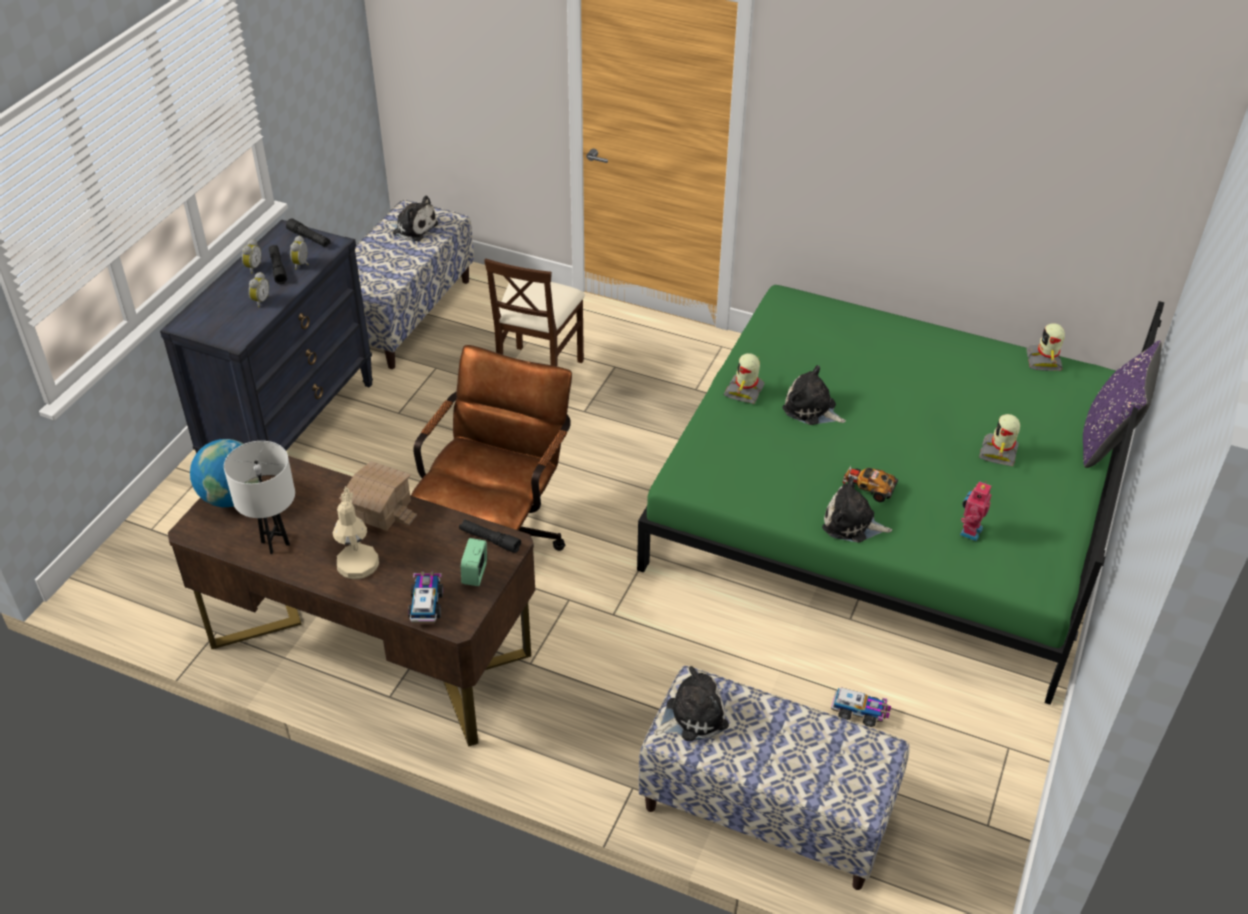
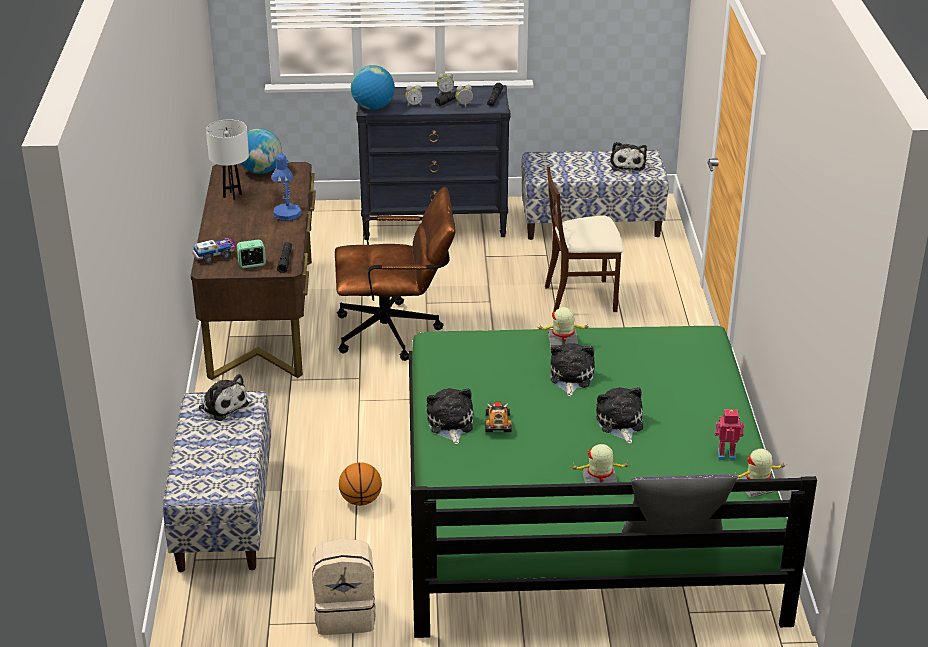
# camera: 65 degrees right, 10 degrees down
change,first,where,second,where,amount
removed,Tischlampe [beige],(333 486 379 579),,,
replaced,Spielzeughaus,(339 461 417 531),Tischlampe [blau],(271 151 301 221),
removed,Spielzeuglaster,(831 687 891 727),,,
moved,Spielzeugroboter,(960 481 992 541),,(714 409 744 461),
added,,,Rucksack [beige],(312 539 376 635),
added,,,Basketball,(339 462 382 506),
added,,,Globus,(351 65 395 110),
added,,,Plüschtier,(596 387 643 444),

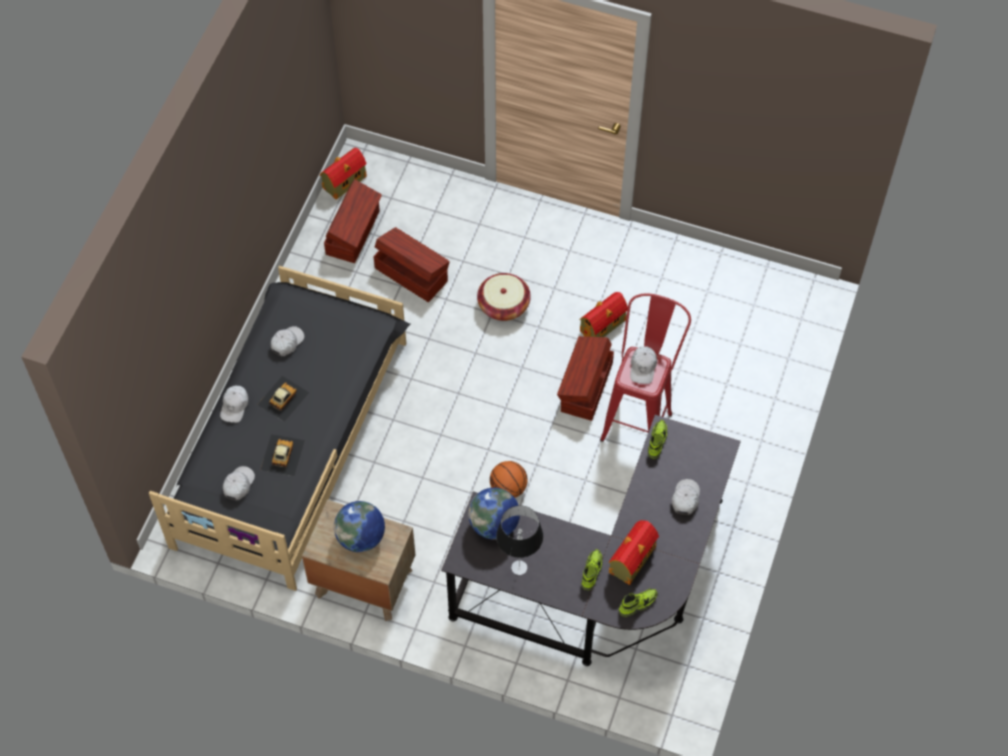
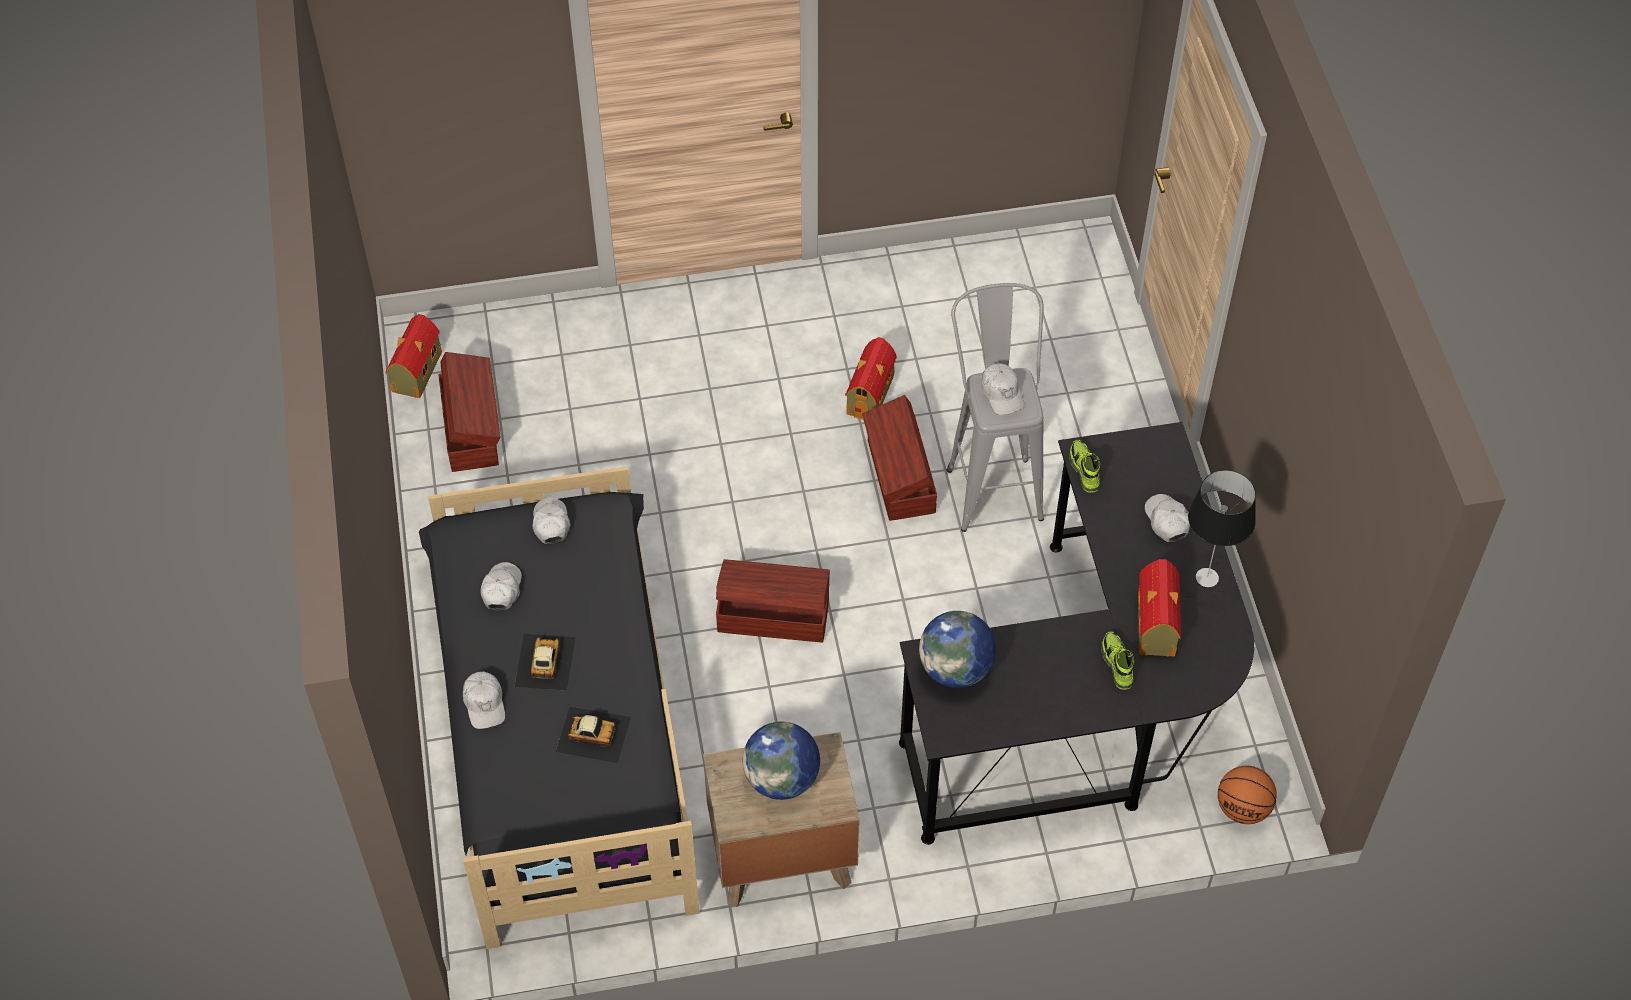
# camera: 30 degrees left, 5 degrees down
change,first,where,second,where,amount
moved,Kappe [weiß],(223 466 255 500),,(532 497 570 544),
turned,Spielzeugauto,(260 434 305 476),,(556 706 631 763),120 degrees clockwise
moved,Aufbewahrungsbox [braun],(373 227 450 302),,(716 559 830 643),
removed,Korb,(477 273 531 321),,,
moved,Basketball,(490 461 528 498),,(1218 765 1277 824),
moved,Tischlampe,(496 505 543 575),,(1188 470 1256 587),
recoloured,Hocker [rot],(600 293 691 442),Hocker [grau],(947 283 1044 532),
removed,Schuh,(619 589 658 617),,,

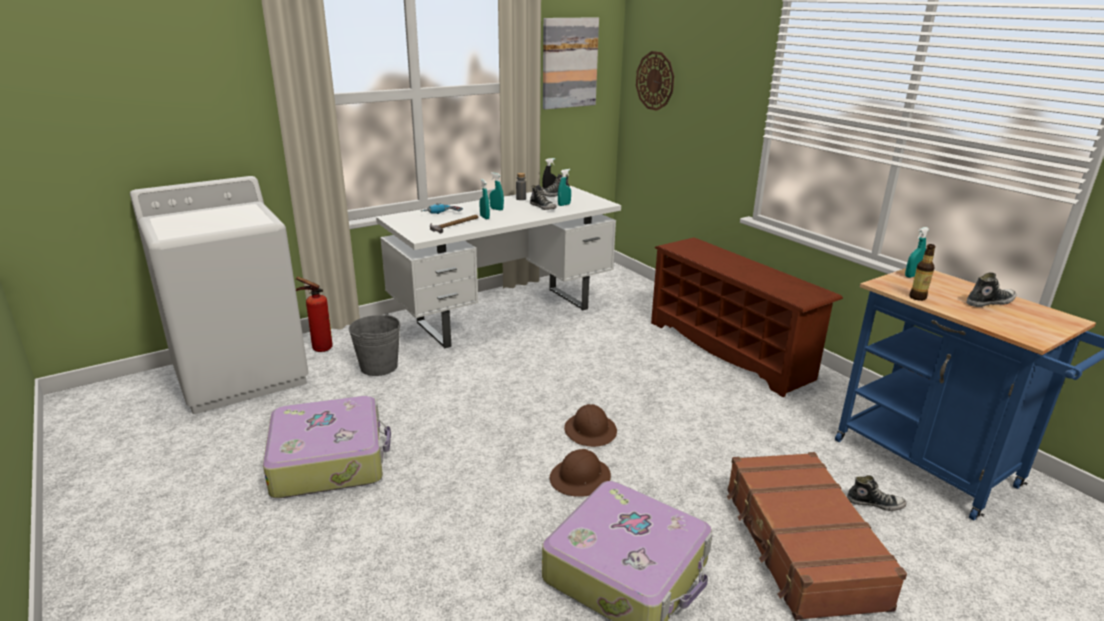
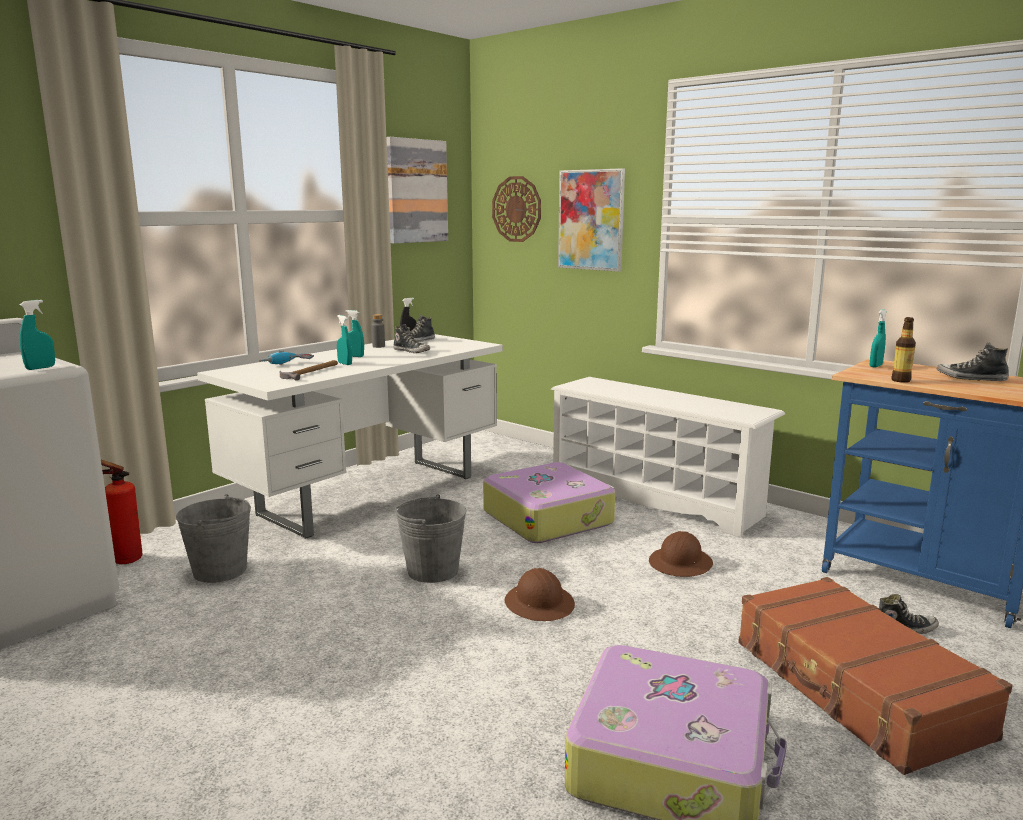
# camera: 15 degrees left, 10 degrees down
change,first,where,second,where,amount
moved,Koffer,(263 396 391 498),,(483 462 615 543),
moved,Schutzhelm [braun],(550 449 611 497),,(649 531 713 577),
moved,Sprühflasche [türkis],(558 169 571 206),,(20 300 55 370),
recoloured,Schuhregal [braun],(651 237 843 397),Schuhregal [weiß],(551 377 785 538),
turned,Schuh,(967 272 1016 307),,(937 342 1009 381),120 degrees counterclockwise
added,,,Eimer [grau],(395 494 467 583),
added,,,Bild,(558 168 625 272),

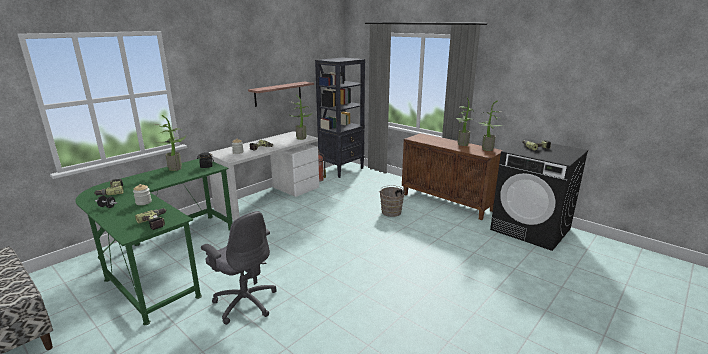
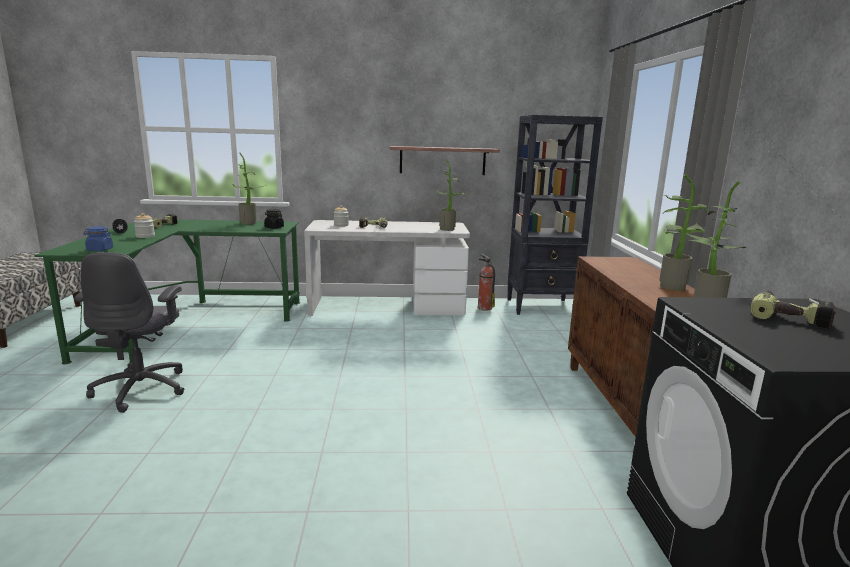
# camera: 45 degrees right, 5 degrees down
change,first,where,second,where,amount
replaced,Bohrmaschine,(135 208 166 230),Vorratsglas [blau],(84 226 113 251),
removed,Eimer [braun],(380 185 406 217),,,

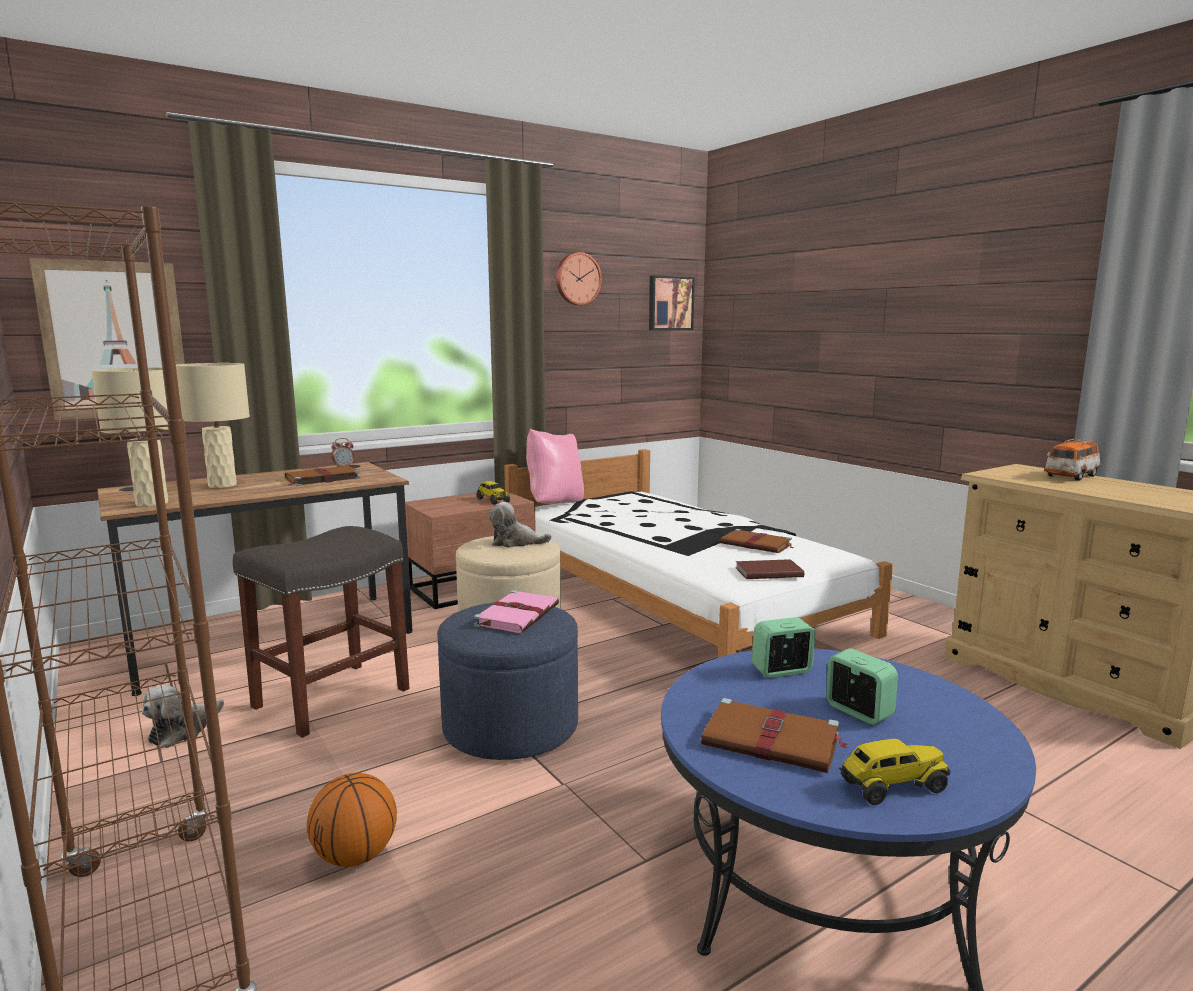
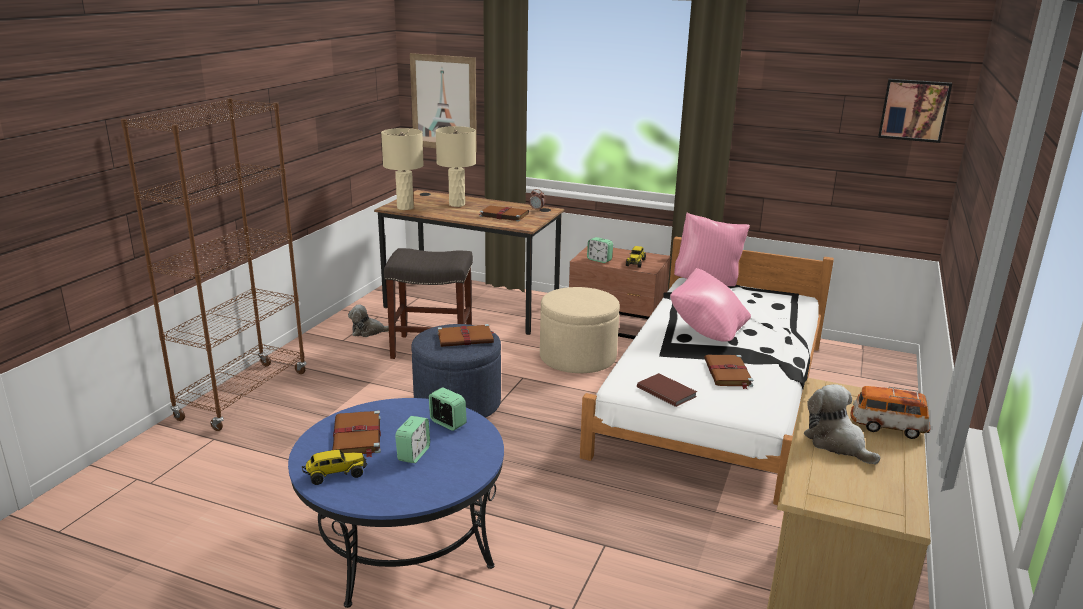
# camera: 55 degrees right, 10 degrees up
change,first,where,second,where,amount
removed,Basketball,(307 772 397 867),,,
recoloured,Buch [rosa],(474 590 559 633),Buch [braun],(437 324 494 347),
moved,Plüschtier,(488 502 551 548),,(804 384 880 465),
removed,Wanduhr,(556 252 602 305),,,
turned,Spielzeuglaster,(839 738 950 805),,(302 450 367 485),60 degrees counterclockwise
added,,,Wecker,(587 237 613 263),
added,,,Kissen [rosa],(670 268 751 342),

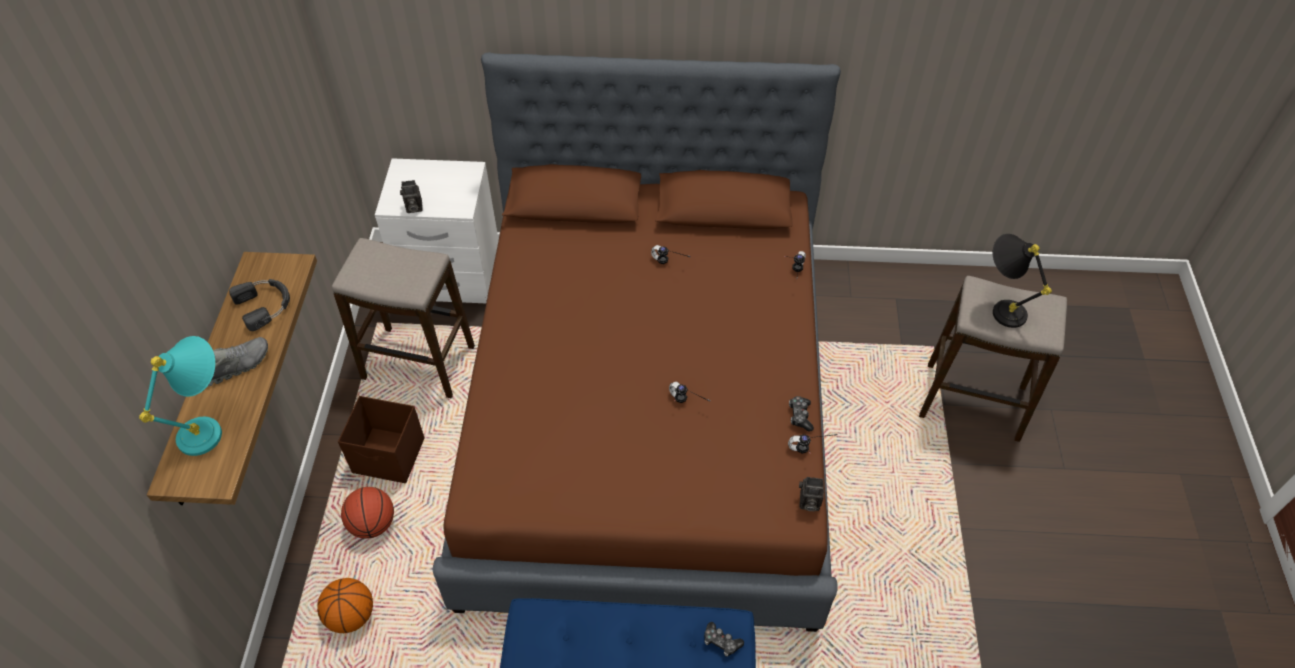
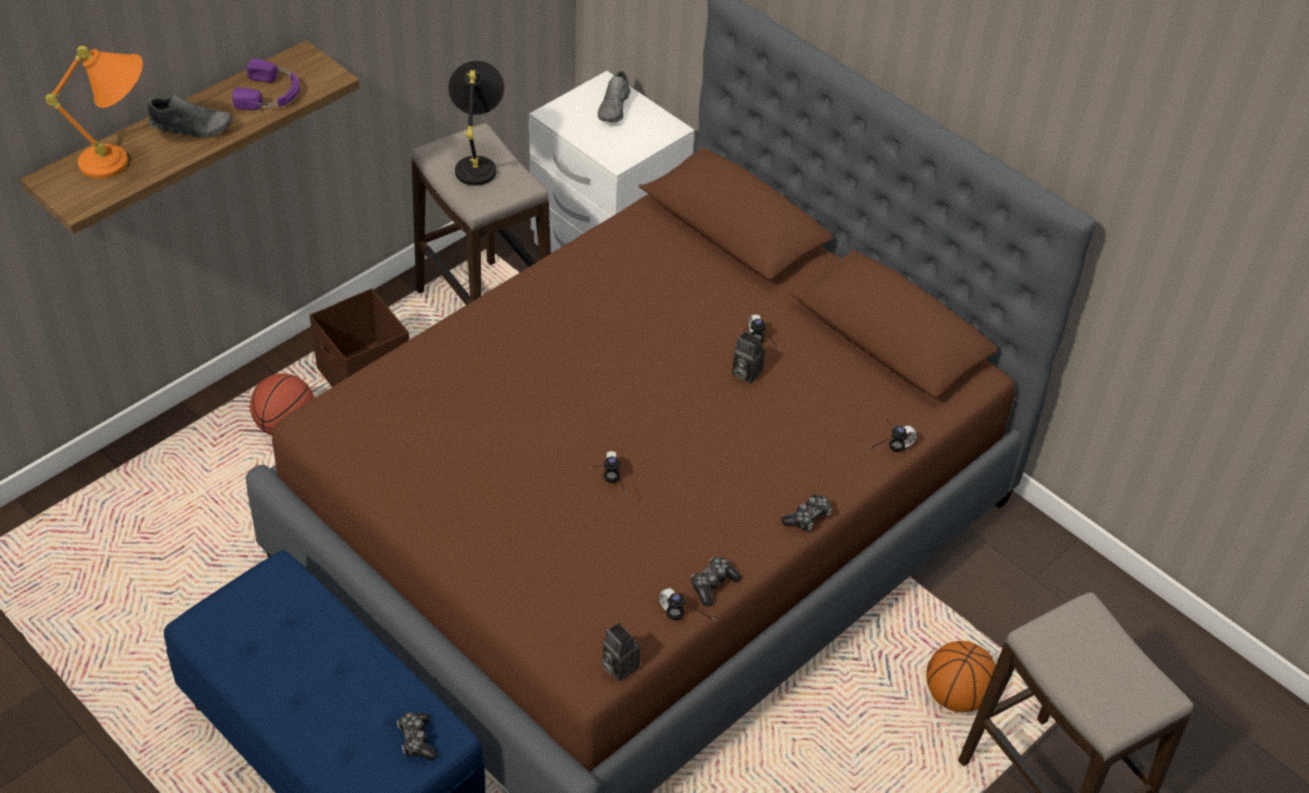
# camera: 40 degrees right, 5 degrees down
change,first,where,second,where,amount
recoloured,Tischlampe [türkis],(139 336 222 456),Tischlampe [orange],(46 46 143 178),
recoloured,Kopfhörer [schwarz],(229 279 290 331),Kopfhörer [lila],(232 59 300 110),
moved,Basketball,(317 578 373 633),,(926 641 995 712),
moved,Kamera,(400 180 423 213),,(732 331 765 384),
moved,Tischlampe [schwarz],(993 234 1052 328),,(448 61 504 186),
added,,,Schuh [grau],(598 69 630 122),
added,,,Gamepad,(781 495 832 532),

